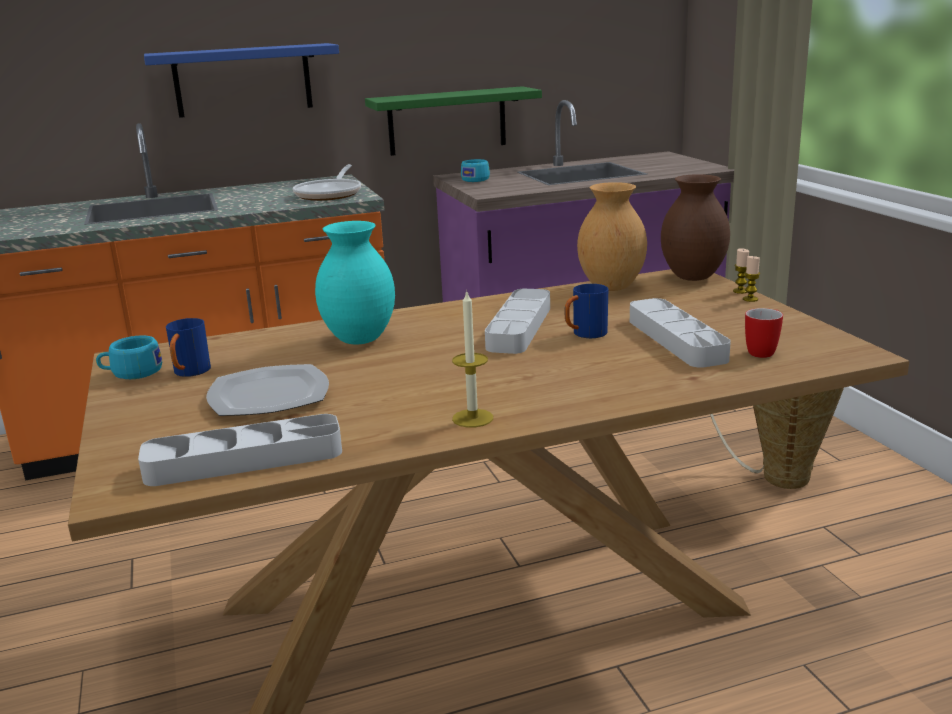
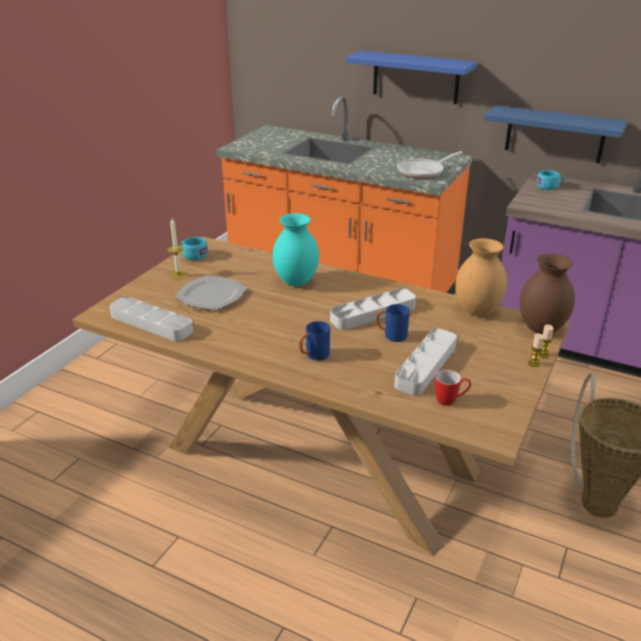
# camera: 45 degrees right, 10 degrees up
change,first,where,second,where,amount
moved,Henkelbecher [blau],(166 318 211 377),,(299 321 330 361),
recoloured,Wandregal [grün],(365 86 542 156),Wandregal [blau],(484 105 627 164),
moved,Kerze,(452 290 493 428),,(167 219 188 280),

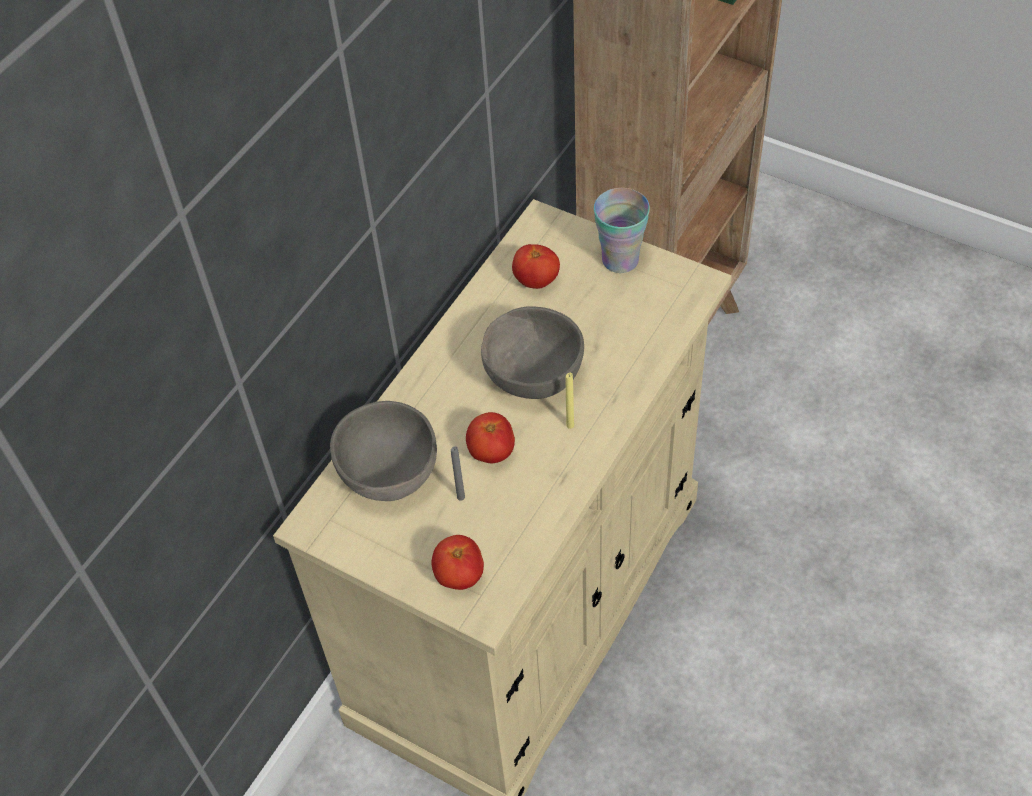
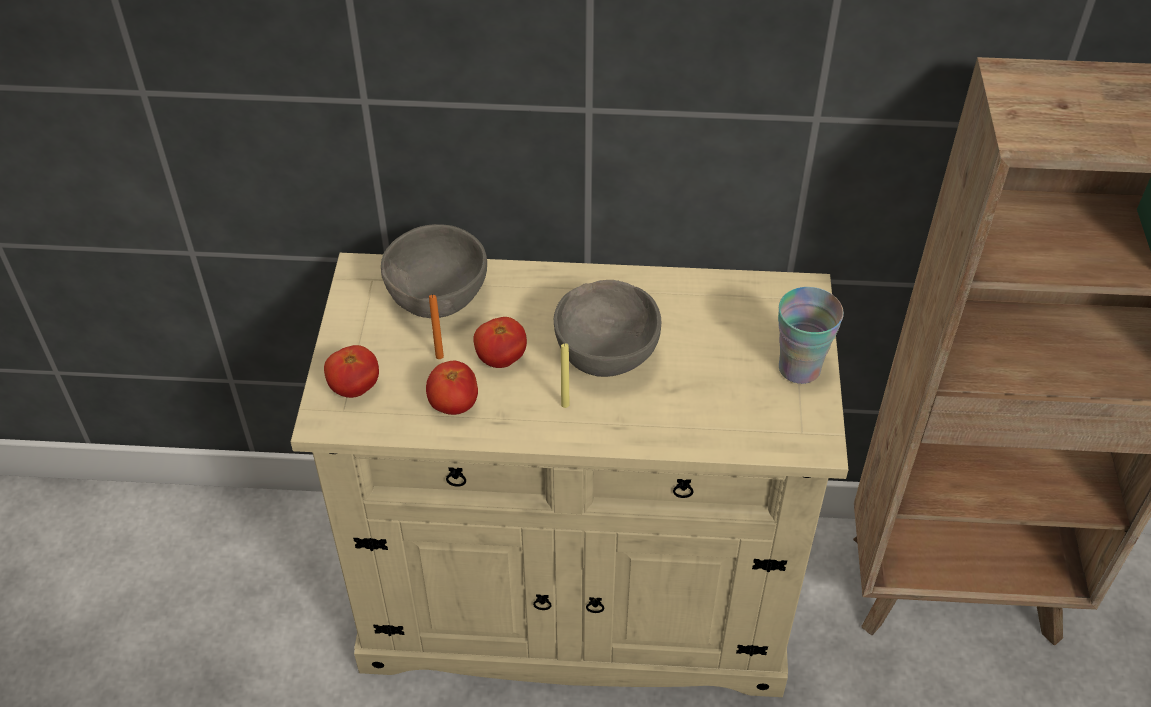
# camera: 60 degrees right, 5 degrees down
change,first,where,second,where,amount
recoloured,Kerze [grau],(451 446 465 500),Kerze [orange],(429 294 444 359),
moved,Tomate,(512 244 560 289),,(426 361 478 415),

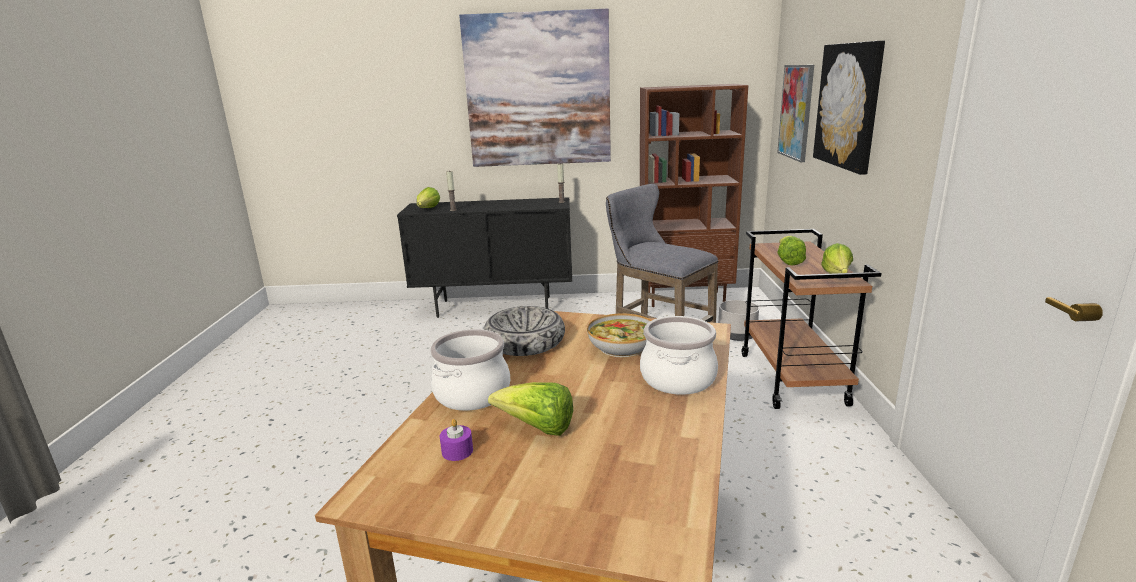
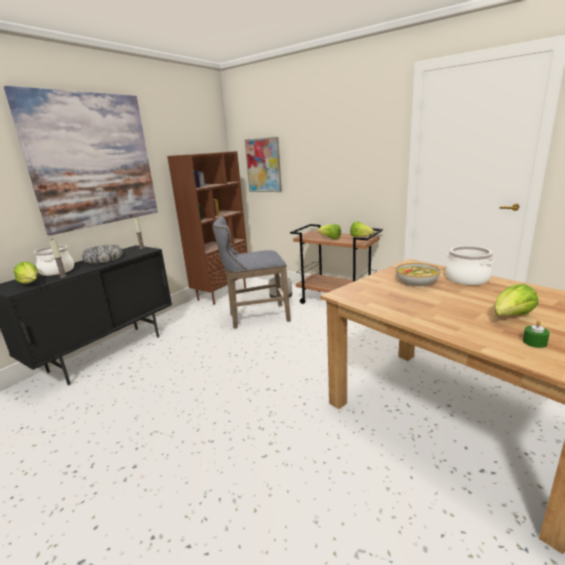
# camera: 55 degrees left, 0 degrees up
change,first,where,second,where,amount
moved,Kochtopf,(430 329 510 411),,(33 245 74 276),
recoloured,Kerze [lila],(440 419 473 461),Kerze [grün],(523 320 550 348),
moved,Schüssel,(484 306 565 356),,(82 245 123 264),
removed,Bild,(813 41 885 175),,,

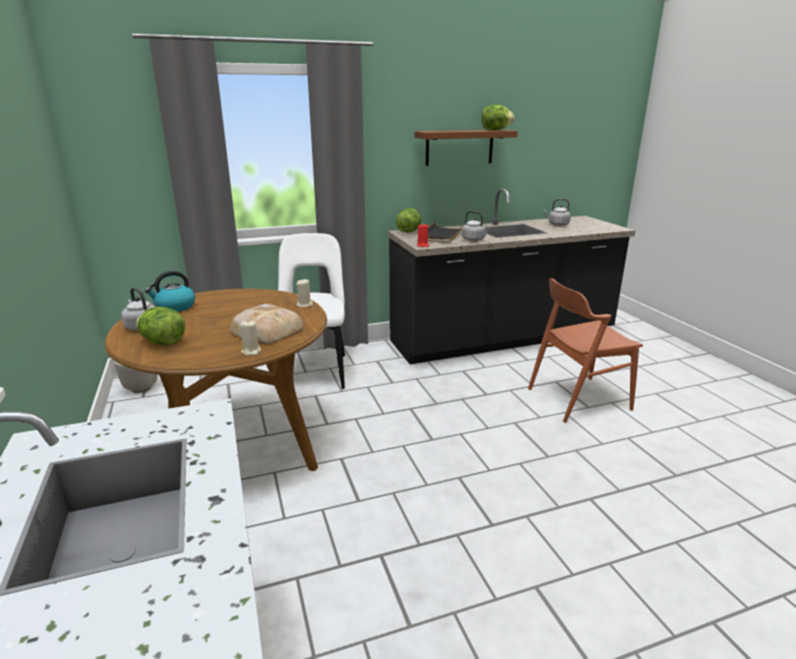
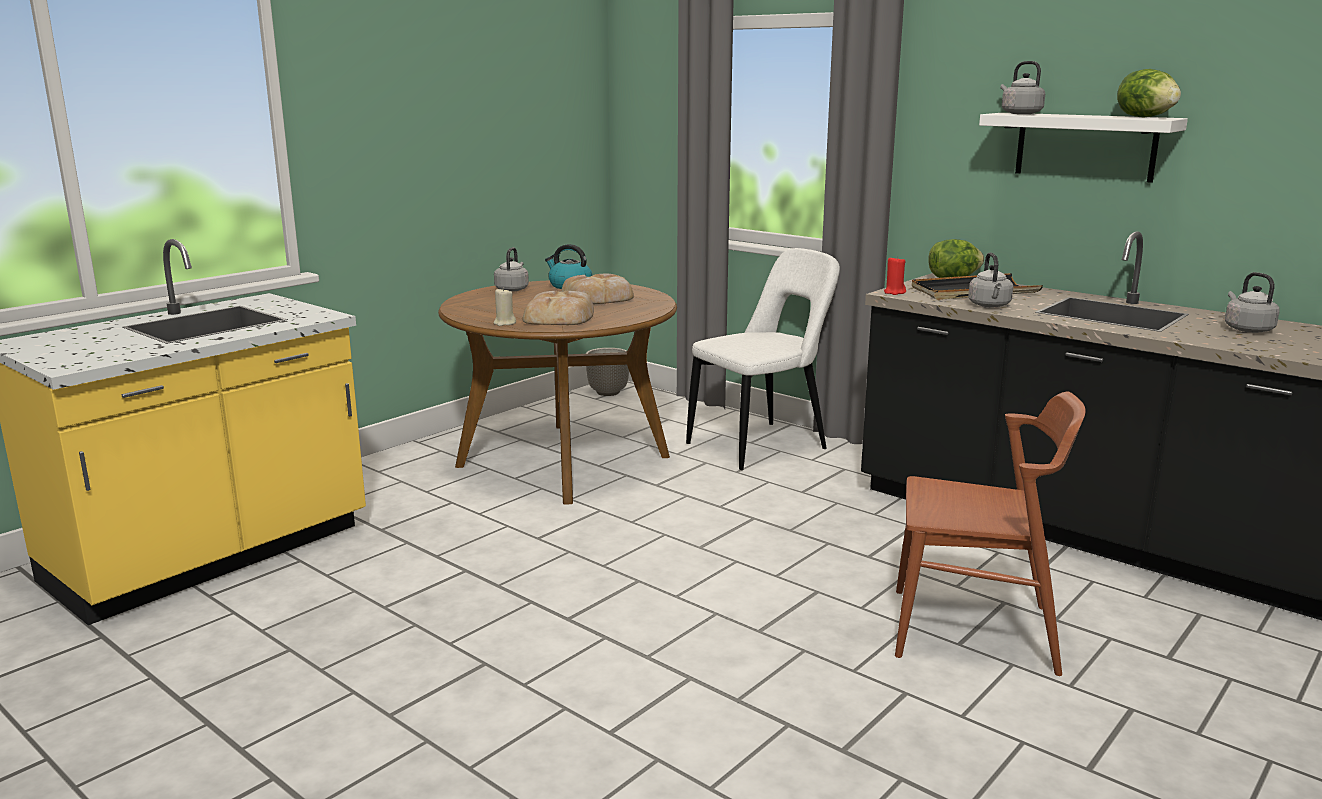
# camera: 60 degrees right, 5 degrees down
change,first,where,second,where,amount
removed,Salatkopf,(136 307 185 345),,,
removed,Kerze [beige],(296 279 313 307),,,
recoloured,Wandregal [braun],(415 130 518 166),Wandregal [weiß],(979 113 1188 183),
turned,Stuhl [braun],(528 278 643 423),,(895 391 1085 676),150 degrees clockwise
added,,,Brot,(561 274 634 304),
added,,,Wasserkessel [grau],(1001 61 1045 114),

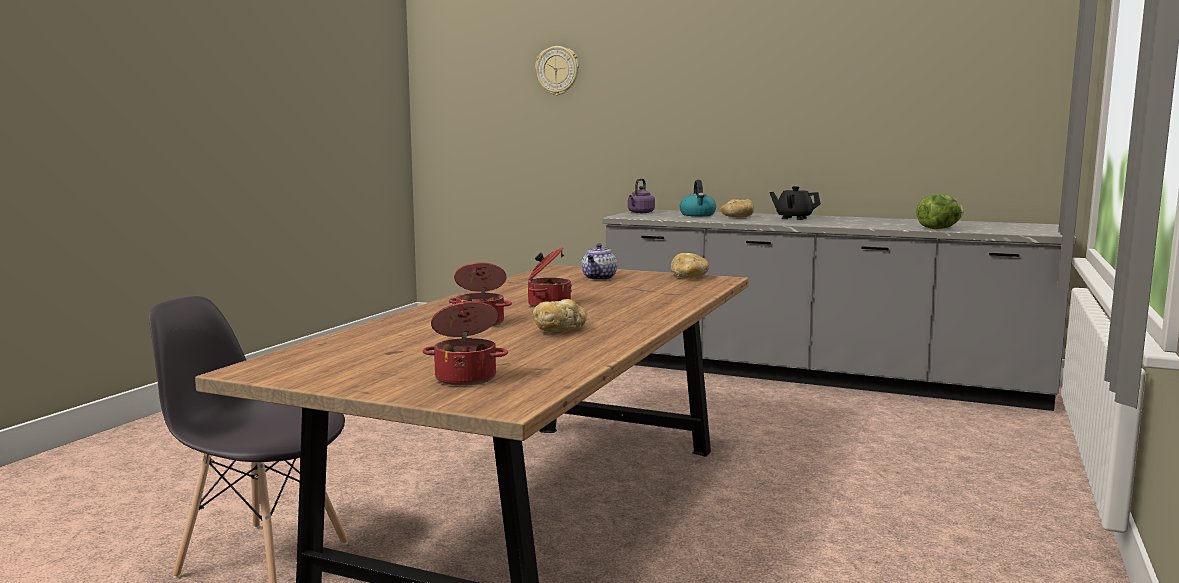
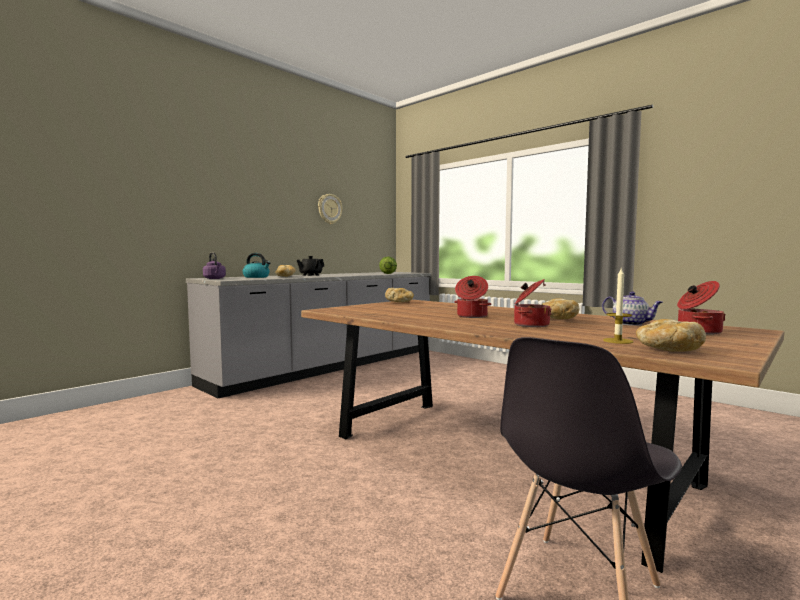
# camera: 70 degrees left, 5 degrees down
change,first,where,second,where,amount
moved,Wanduhr,(535 46 579 95),,(318 194 342 224),
moved,Teekanne,(581 244 617 280),,(602 291 663 326),
added,,,Kerze,(603 267 633 344),
added,,,Brot,(636 319 706 352),

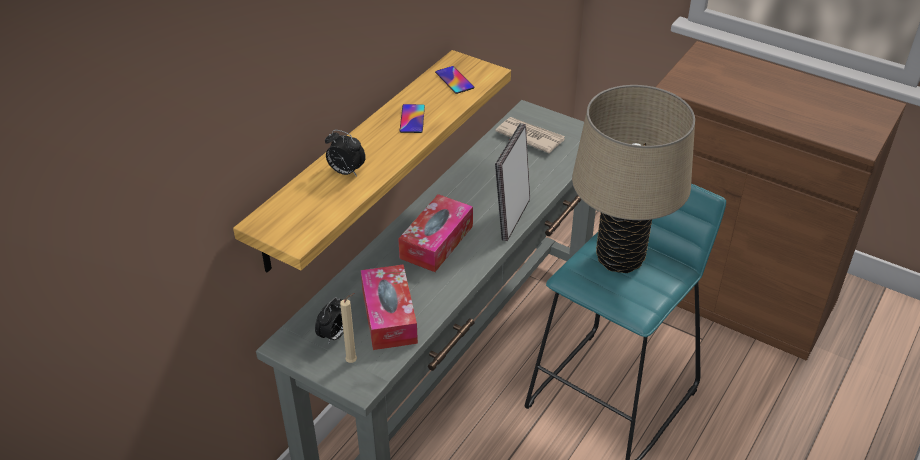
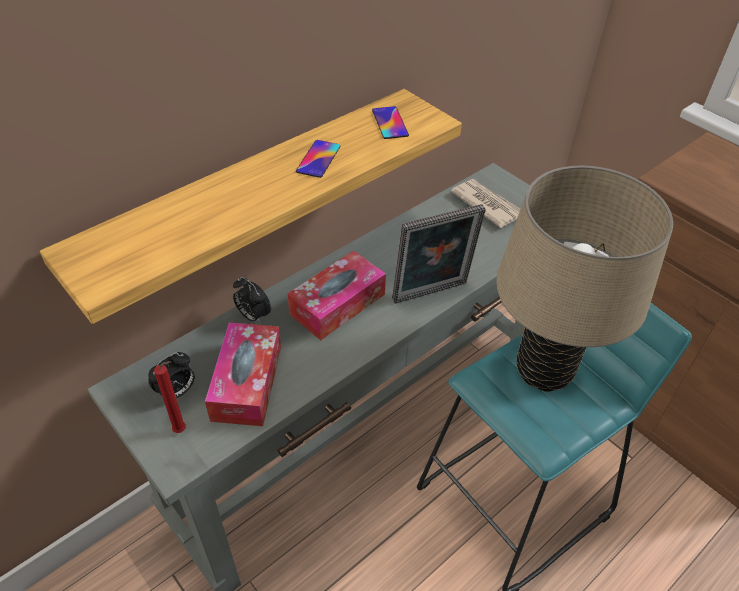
# camera: 15 degrees right, 5 degrees up
change,first,where,second,where,amount
moved,Wecker,(325 130 366 176),,(233 277 271 323),
recoloured,Kerze [beige],(340 293 357 363),Kerze [rot],(154 361 186 433),
turned,Bilderrahmen,(495 123 530 241),,(392 204 486 304),150 degrees counterclockwise

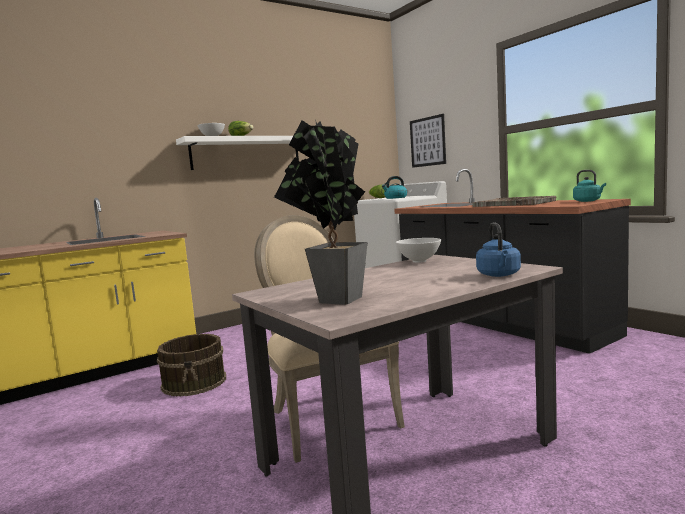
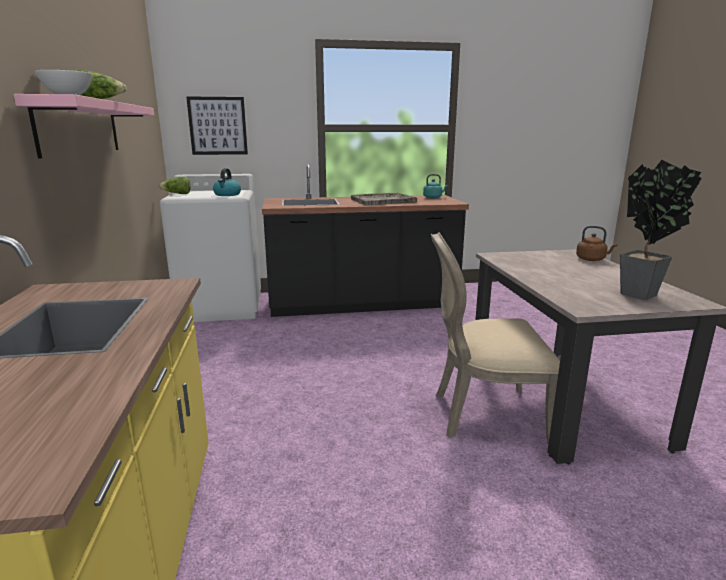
# camera: 65 degrees left, 10 degrees up
change,first,where,second,where,amount
removed,Eimer [braun],(157 334 226 396),,,
recoloured,Wandregal [weiß],(176 136 299 170),Wandregal [rosa],(14 94 154 159),
removed,Schüssel [weiß],(396 238 441 263),,,
recoloured,Wasserkessel [blau],(476 222 521 277),Wasserkessel [braun],(576 226 618 261),

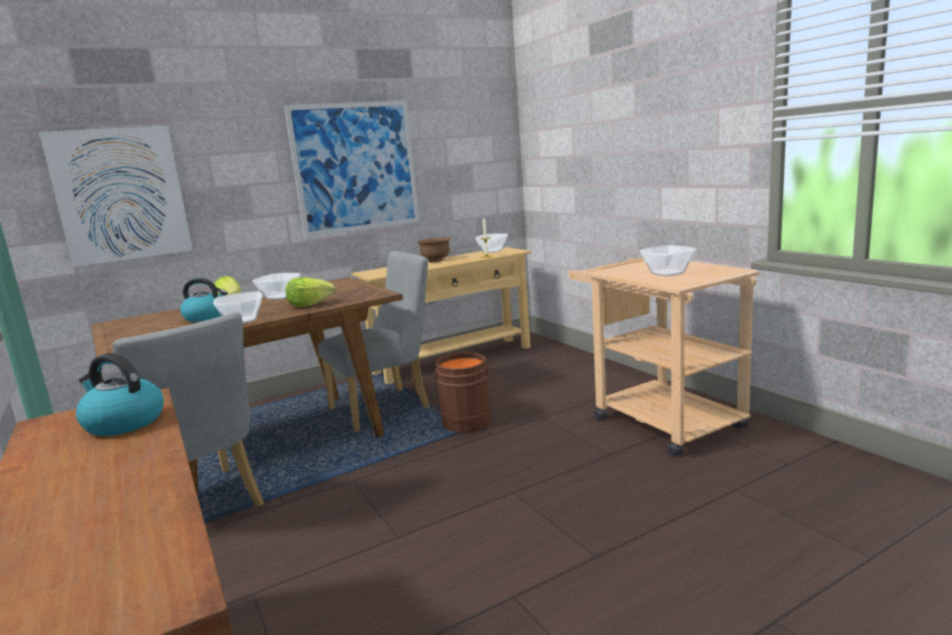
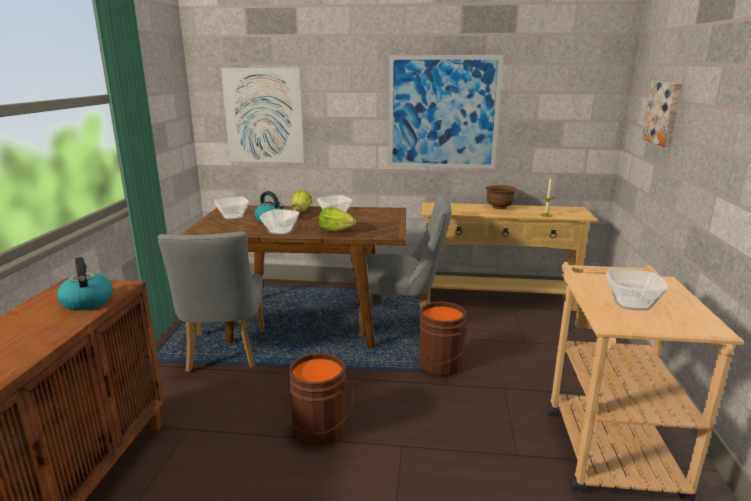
# camera: 35 degrees right, 5 degrees up
change,first,where,second,where,amount
moved,Schüssel,(475 233 508 253),,(215 197 249 220),
added,,,Eimer [braun],(276 353 354 446),
added,,,Bild,(641 81 682 147),

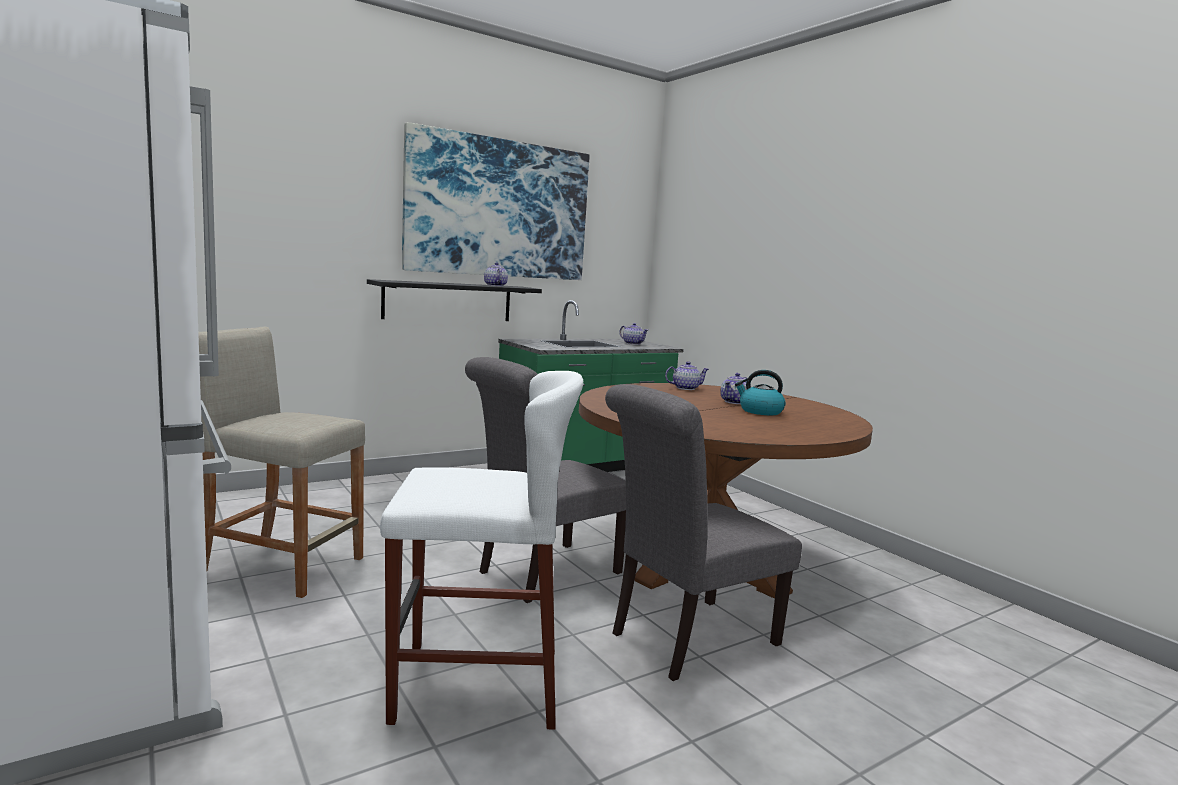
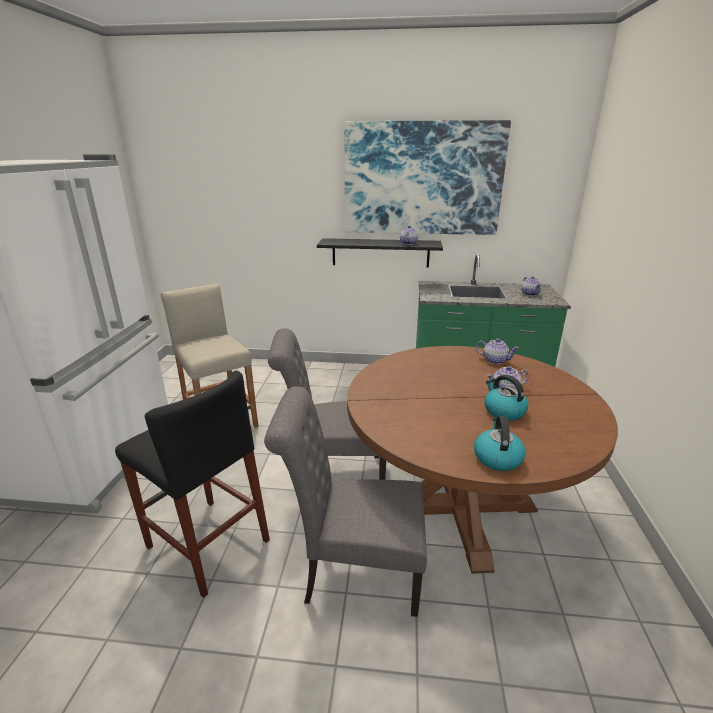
# camera: 40 degrees right, 15 degrees up
change,first,where,second,where,amount
recoloured,Hocker [weiß],(380 371 583 730),Hocker [schwarz],(115 371 270 598),
added,,,Wasserkessel,(474 416 526 471),

